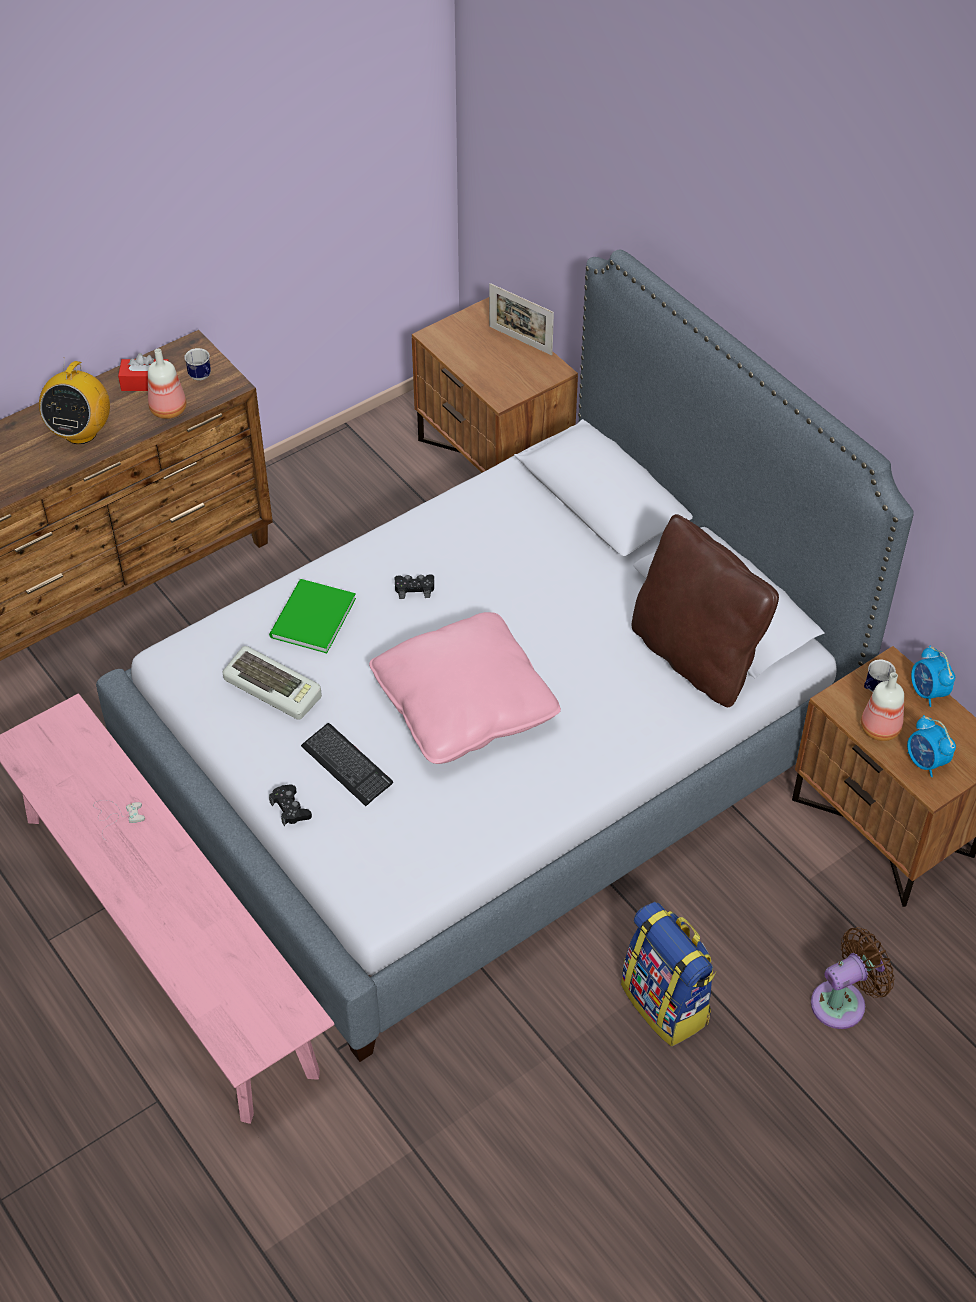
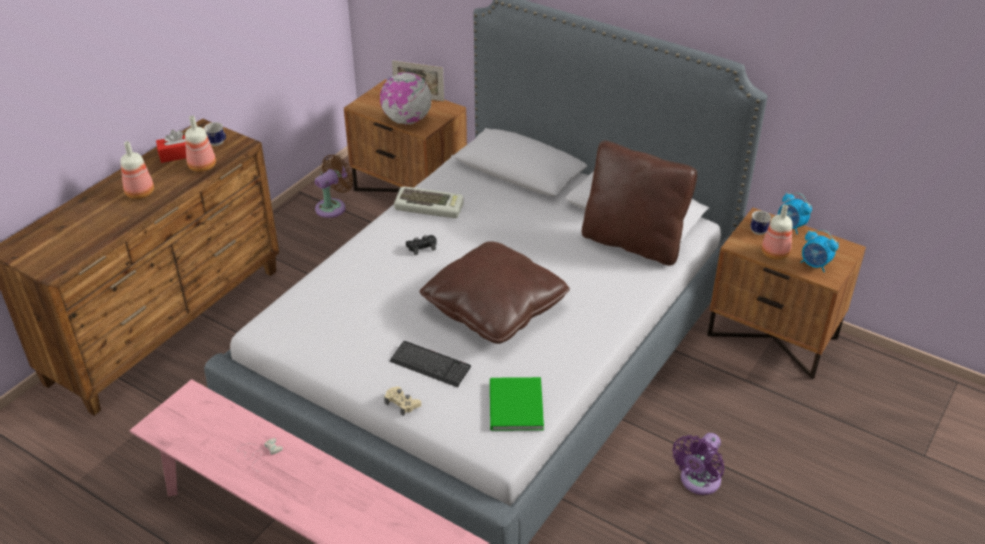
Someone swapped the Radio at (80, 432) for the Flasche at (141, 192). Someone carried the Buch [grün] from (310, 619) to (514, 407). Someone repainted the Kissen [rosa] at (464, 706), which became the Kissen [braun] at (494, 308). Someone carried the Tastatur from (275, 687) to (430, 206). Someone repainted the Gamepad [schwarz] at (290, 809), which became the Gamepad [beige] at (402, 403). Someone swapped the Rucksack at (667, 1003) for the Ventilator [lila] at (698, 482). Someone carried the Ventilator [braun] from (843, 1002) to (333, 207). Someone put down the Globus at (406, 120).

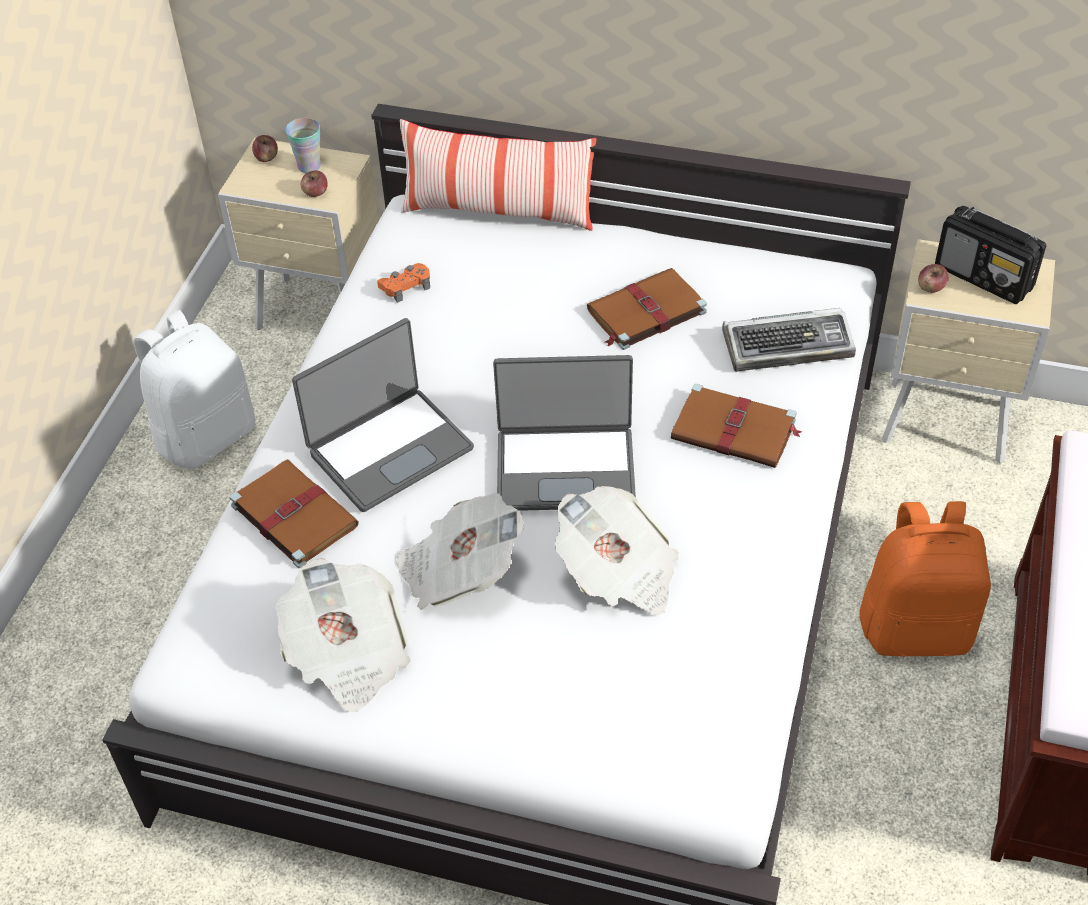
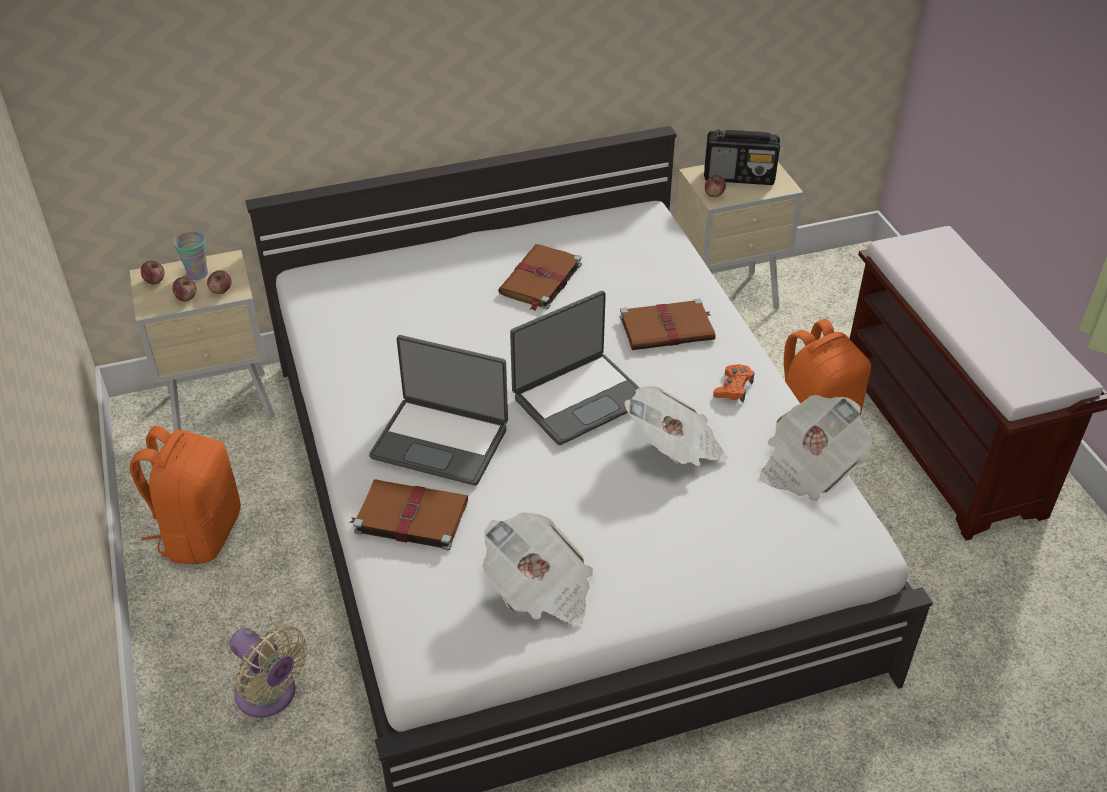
Someone took away the Kissen at (498, 212). Someone carried the Gamepad [orange] from (405, 286) to (733, 388). Someone took away the Tastatur at (789, 346). Someone repainted the Rucksack [weiß] at (206, 436), which became the Rucksack [orange] at (199, 533). Someone rotated the Laptop at (389, 449) by 90 degrees clockwise. Someone carried the Zeitung from (459, 571) to (808, 467). Someone put down the Apfel at (186, 297). Someone put down the Ventilator [beige] at (270, 695).

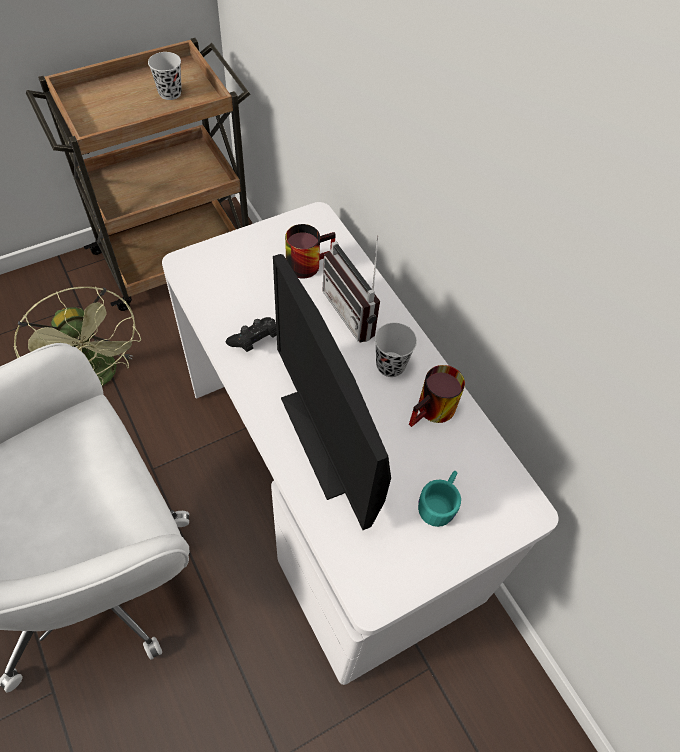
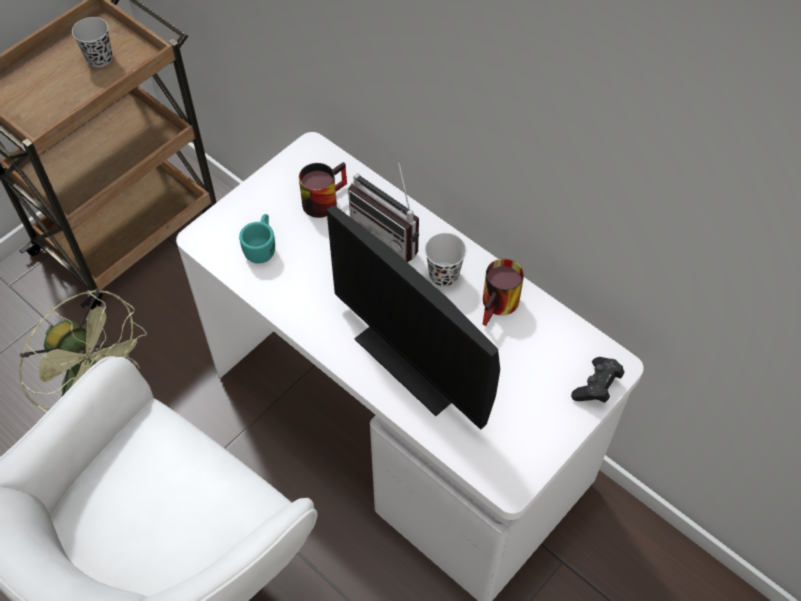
Someone carried the Gamepad [schwarz] from (254, 341) to (596, 386). Someone carried the Henkelbecher [türkis] from (439, 502) to (262, 245).

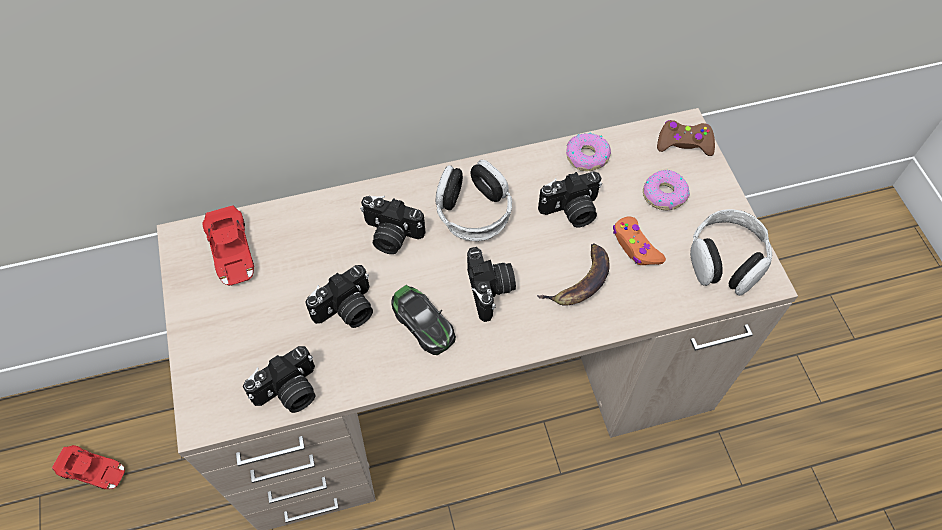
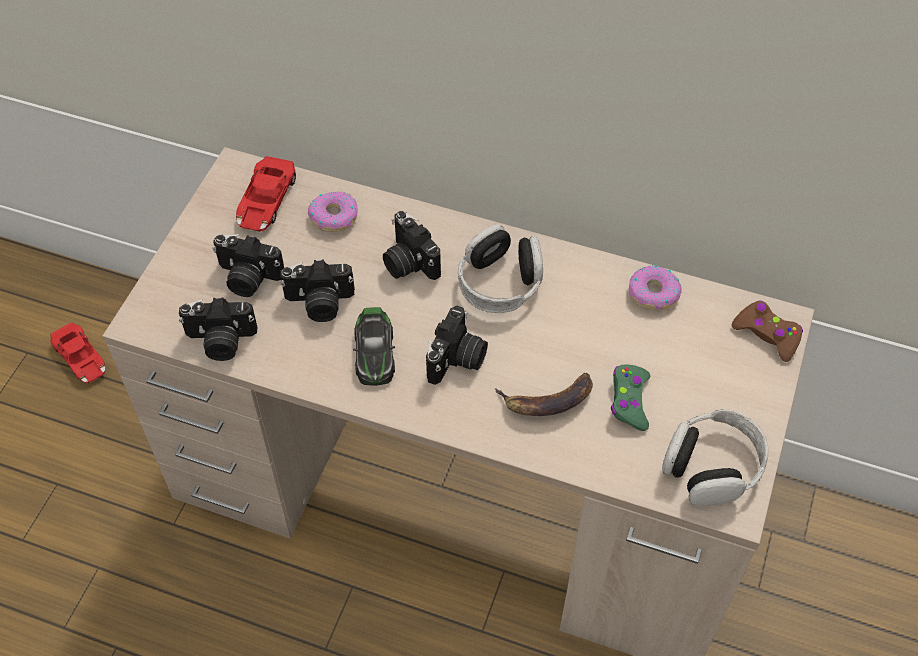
Someone carried the Donut from (664, 194) to (334, 216). Someone carried the Kamera from (571, 211) to (247, 278). Someone repainted the Gamepad [orange] at (635, 246), which became the Gamepad [grün] at (629, 401).

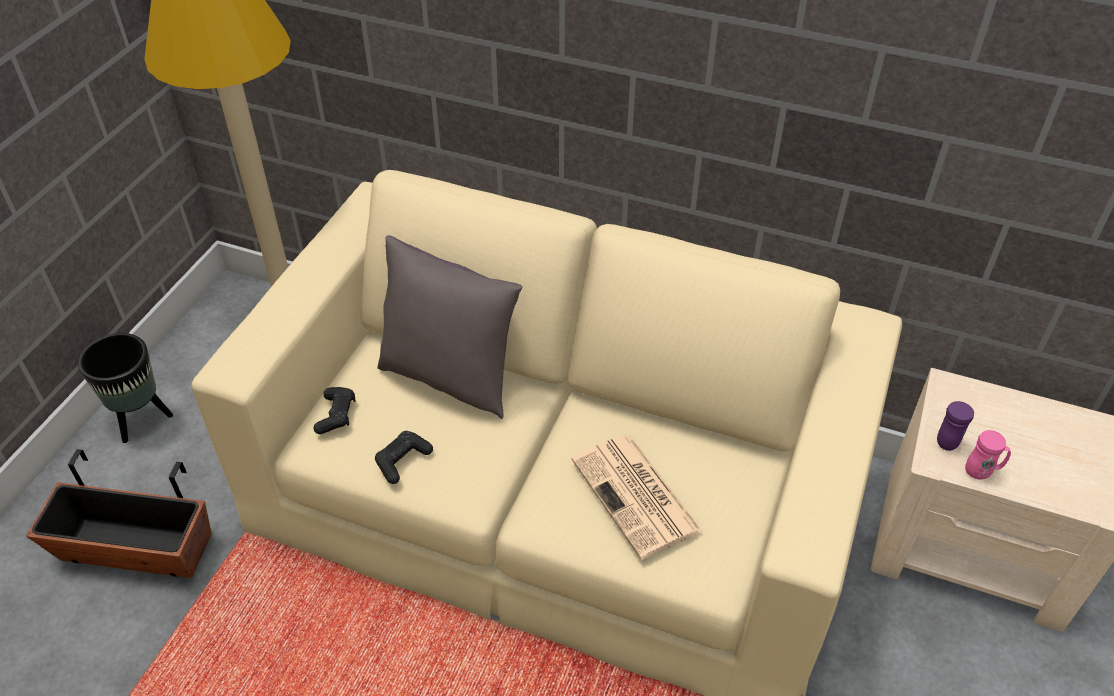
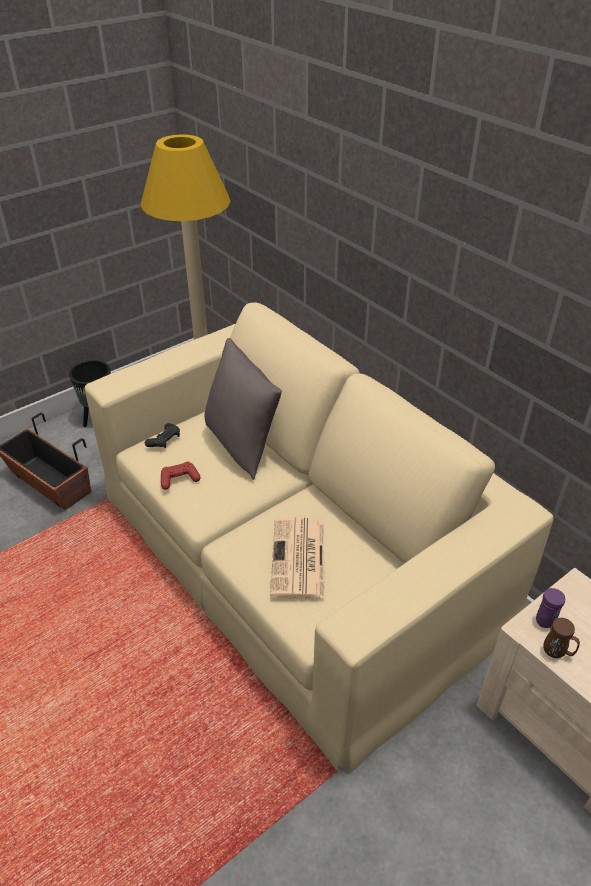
Someone repainted the Henkelbecher [rosa] at (982, 472), which became the Henkelbecher [braun] at (557, 653). Someone repainted the Gamepad [schwarz] at (402, 461), which became the Gamepad [rot] at (179, 479).

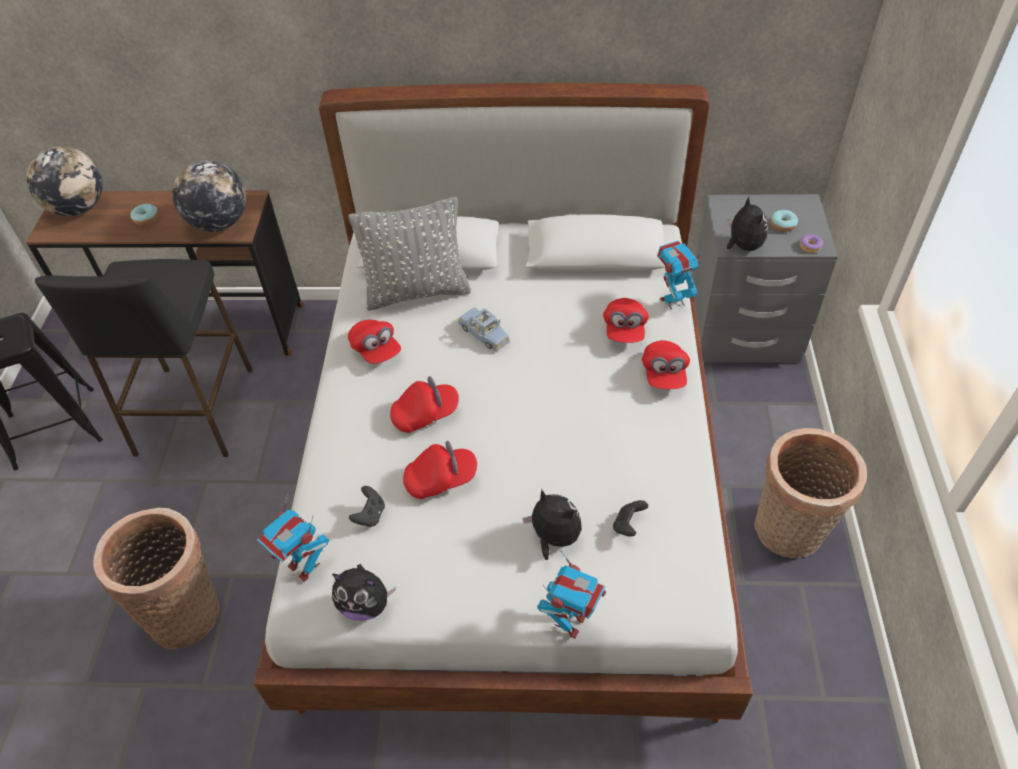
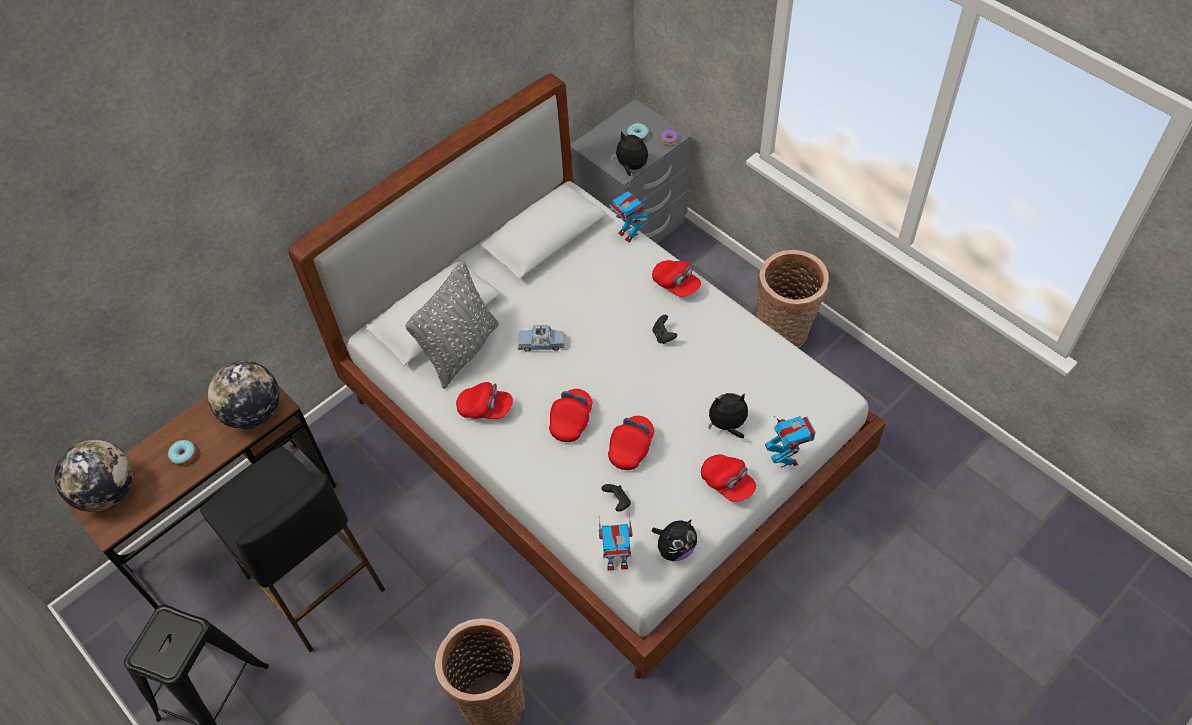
Someone rotated the Spielzeugroboter at (673, 301) by 60 degrees counterclockwise. Someone carried the Kappe [rot] from (624, 330) to (727, 483). Someone carried the Gamepad [schwarz] from (628, 525) to (663, 336).

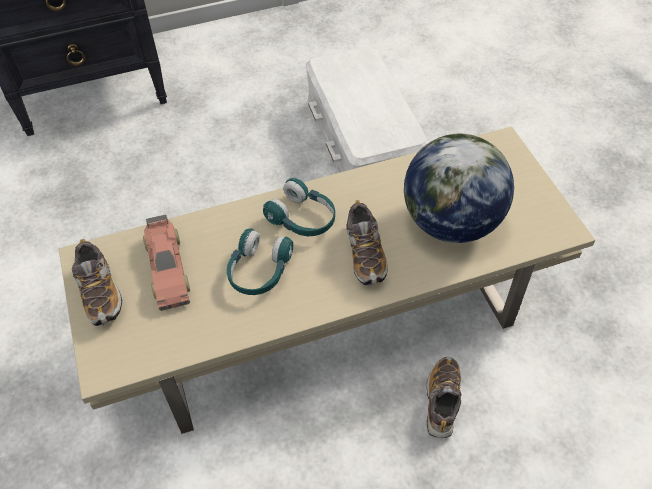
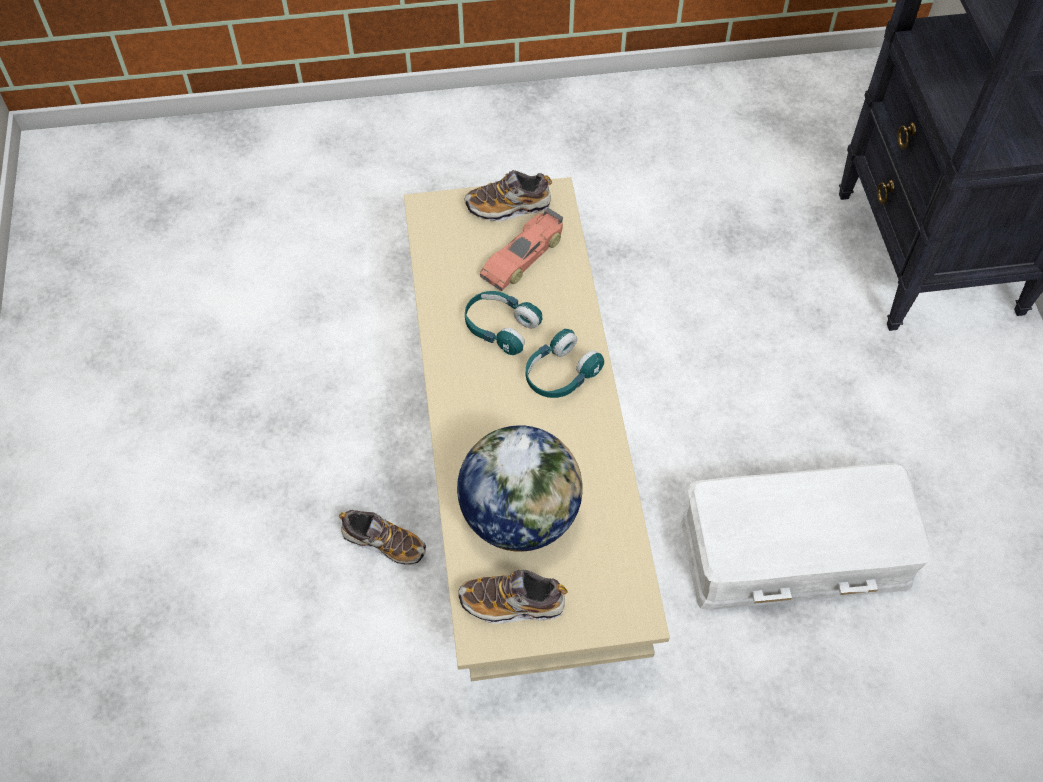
Someone carried the Schuh from (365, 254) to (512, 603). Someone rotated the Spielzeugauto at (167, 268) by 45 degrees counterclockwise.

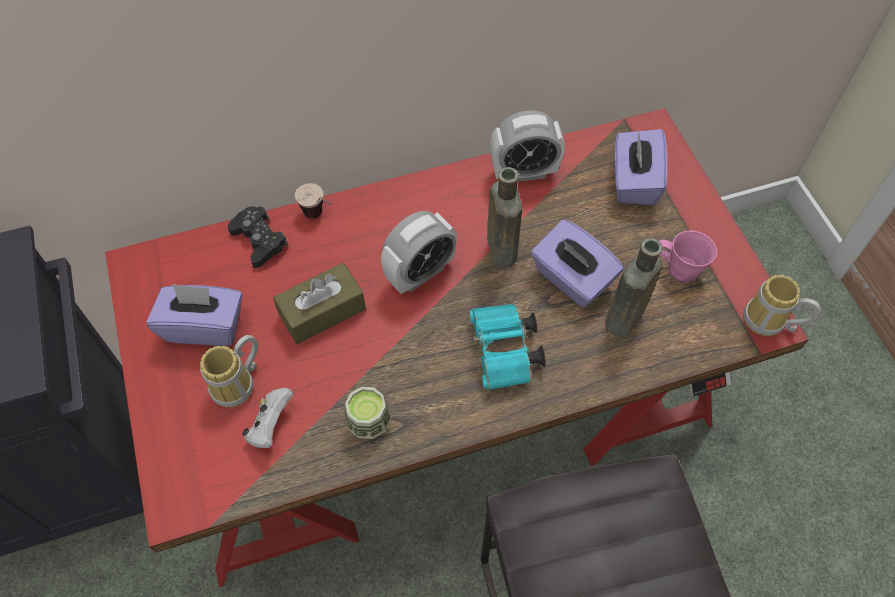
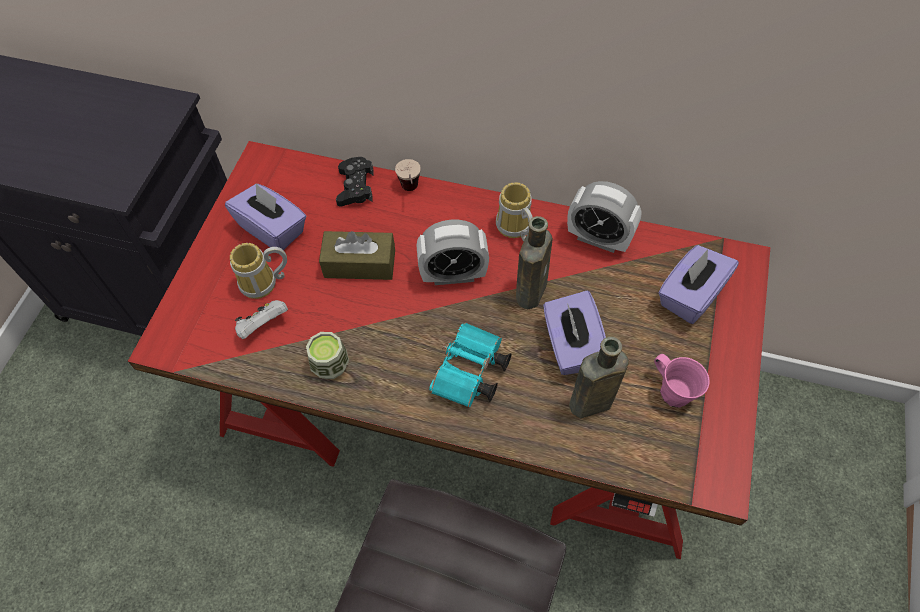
Someone carried the Henkelbecher from (768, 324) to (514, 230).

